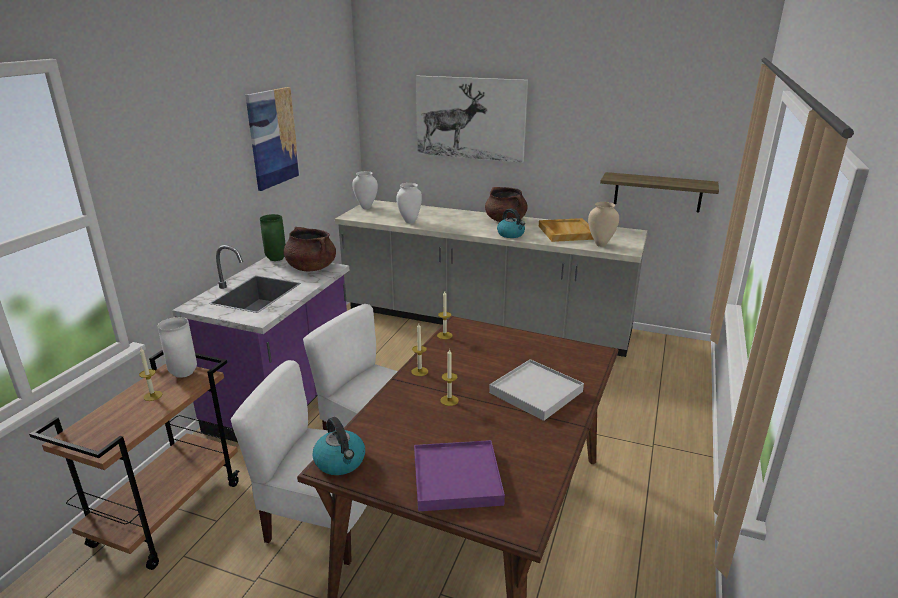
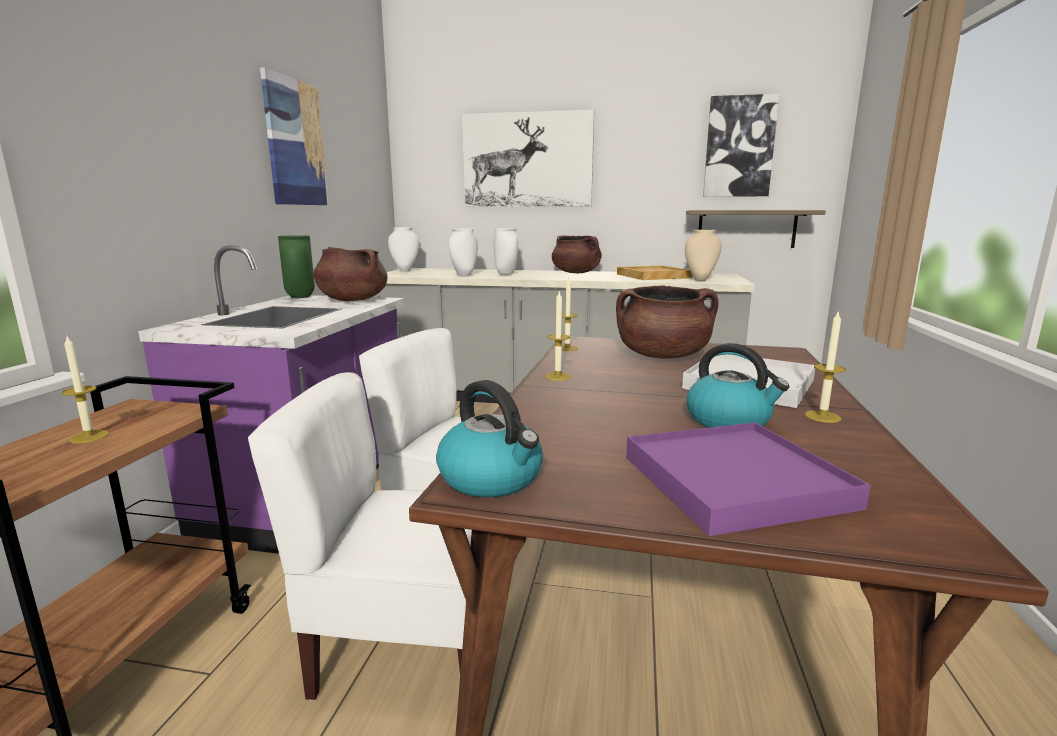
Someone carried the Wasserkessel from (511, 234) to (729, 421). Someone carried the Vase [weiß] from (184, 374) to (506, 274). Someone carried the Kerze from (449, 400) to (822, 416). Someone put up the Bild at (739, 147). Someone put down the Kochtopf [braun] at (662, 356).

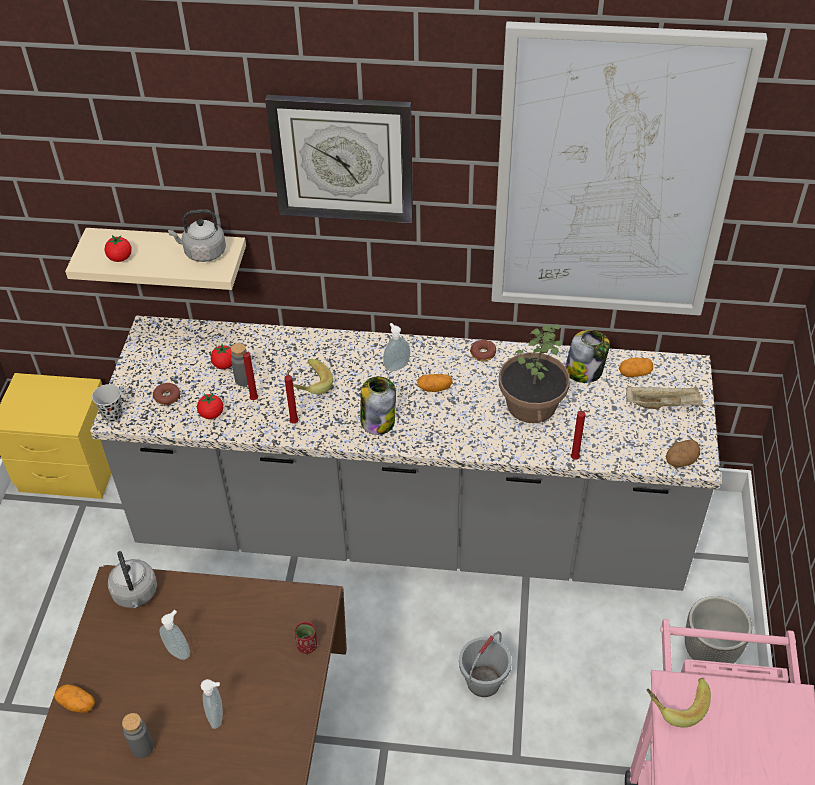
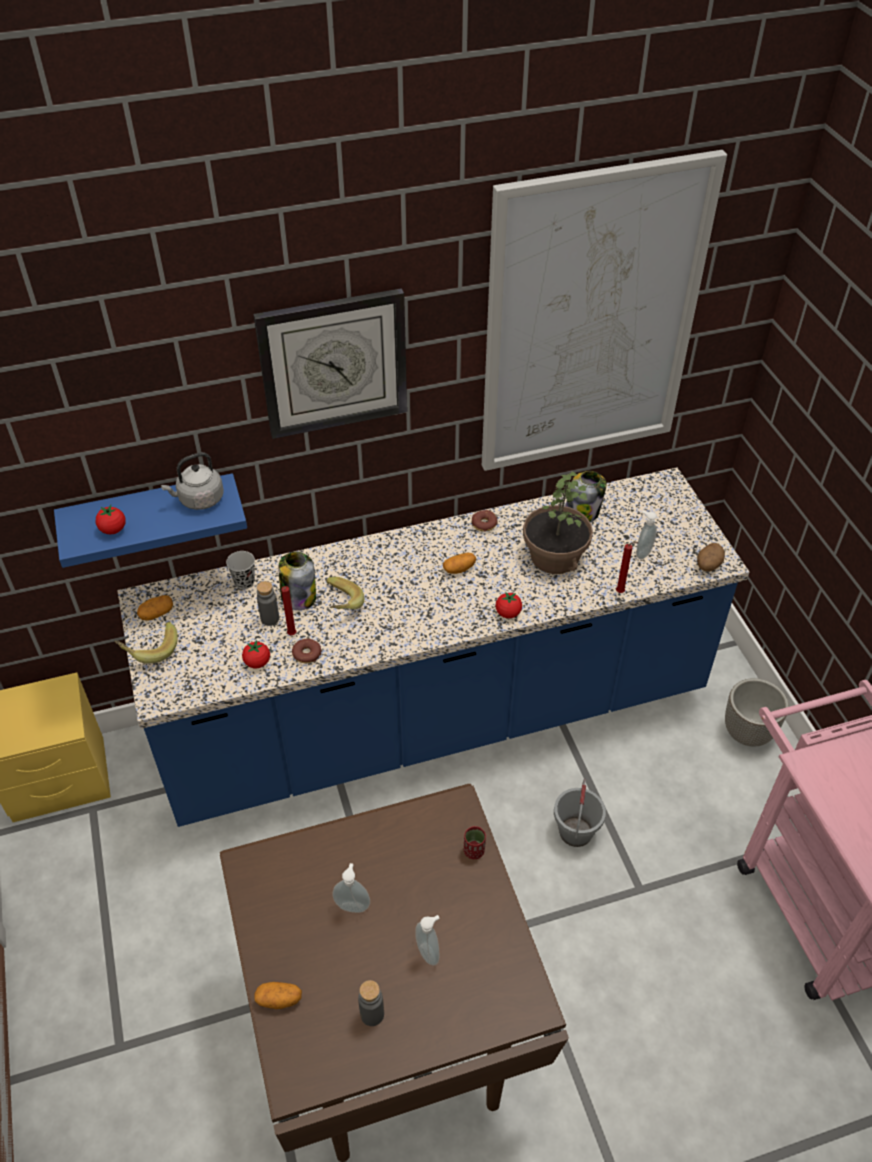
Someone repainted the Wandregal [beige] at (170, 255), which became the Wandregal [blau] at (151, 514). Someone repainted the Küchenzeile [grau] at (410, 528), which became the Küchenzeile [blau] at (436, 716). Someone carried the Seifenspender from (396, 366) to (642, 552). Someone carried the Tomate from (224, 365) to (508, 613). Someone carried the Kartoffel from (634, 373) to (156, 614). Someone took away the Kerze [rot] at (295, 421). Someone carried the Vorratsglas from (377, 421) to (298, 597). Someone carried the Donut from (167, 397) to (306, 654). Someone carried the Tasse [schwarz] from (112, 415) to (244, 582). Someone took away the Tablett [beige] at (663, 404). Someone took away the Wasserkessel [grau] at (136, 594). Someone carried the Banane from (675, 703) to (150, 649).

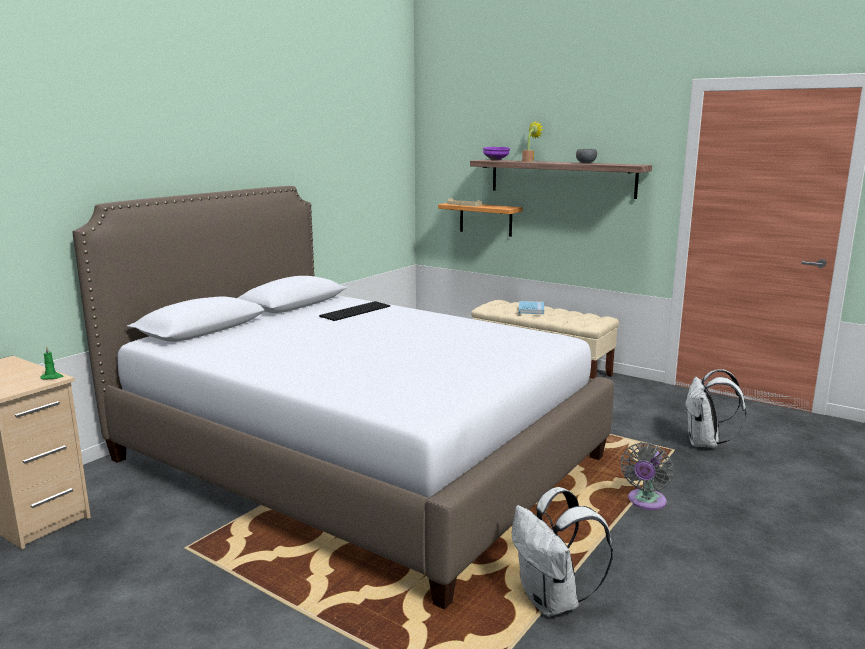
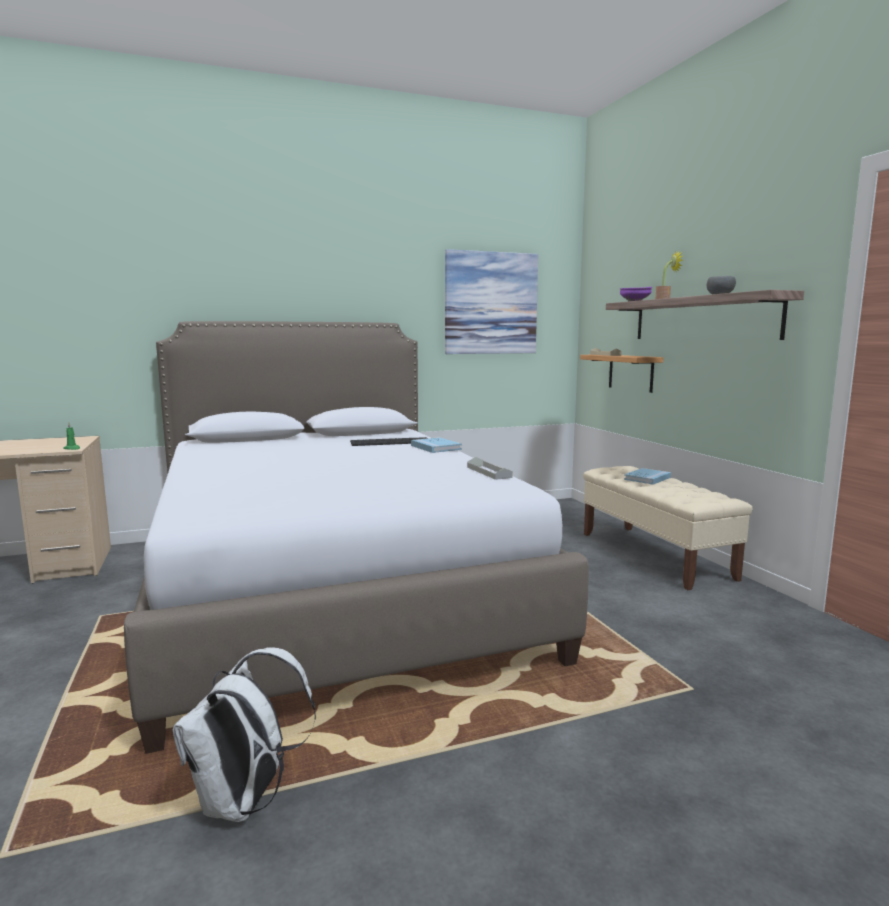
Someone took away the Rucksack [weiß] at (705, 443). Someone took away the Ventilator [grau] at (645, 502). Someone put up the Bild at (491, 303). Someone put down the Buch [blau] at (435, 447). Someone put down the Tablett [grau] at (489, 472).

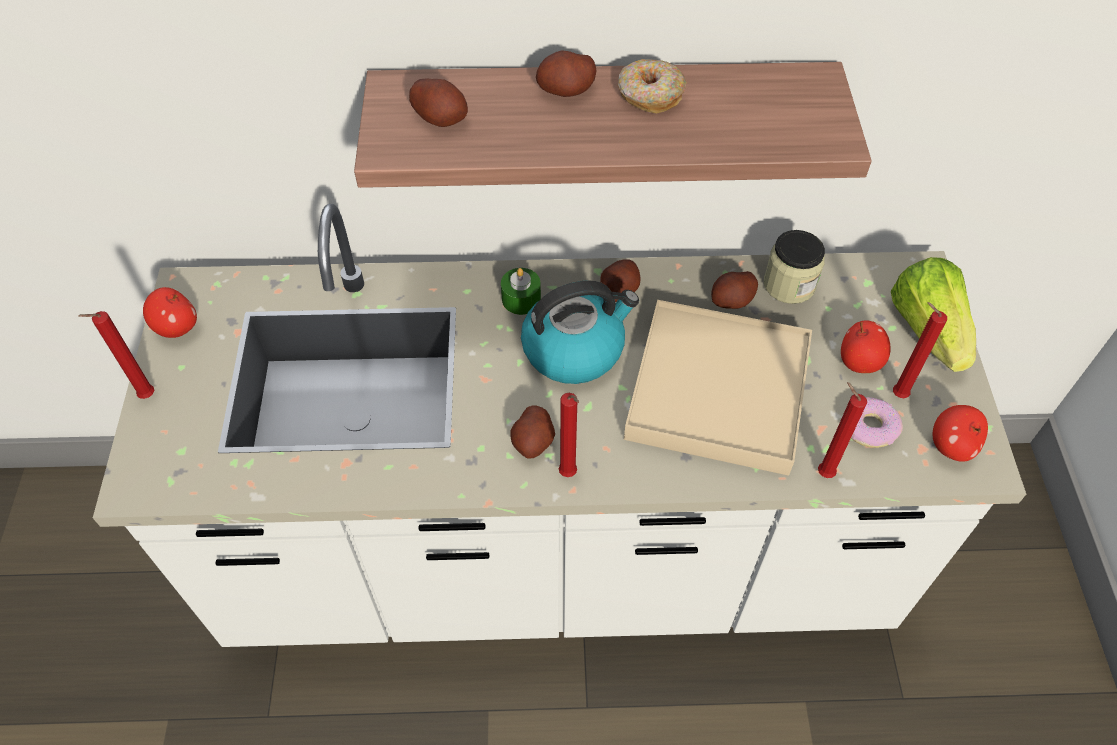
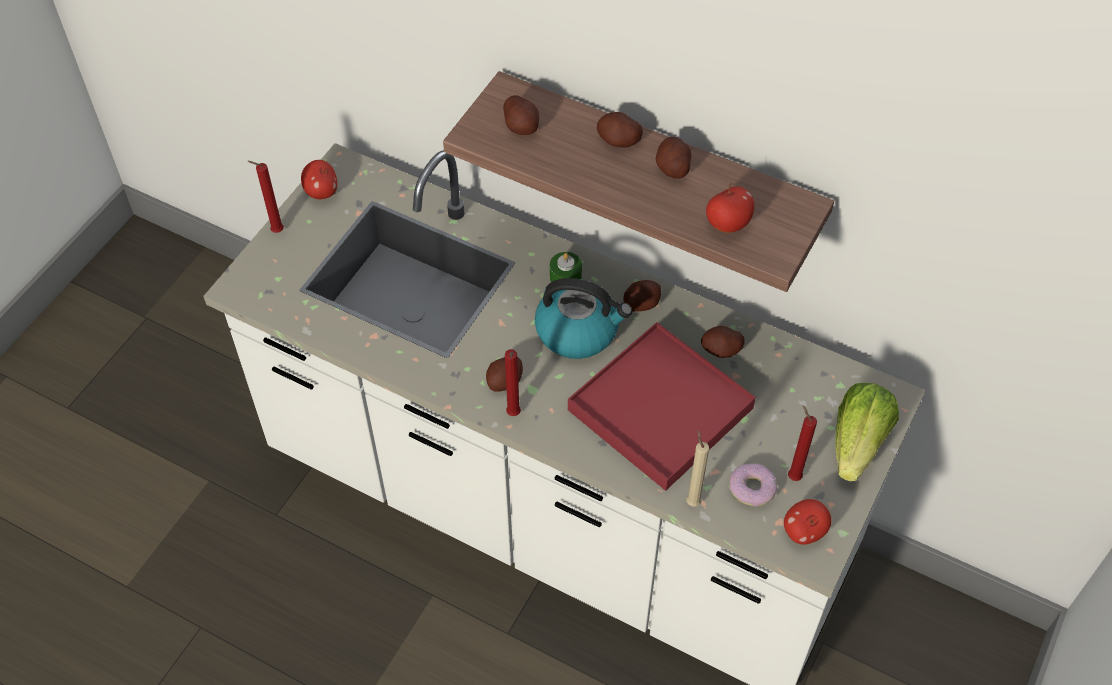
Someone swapped the Donut at (649, 95) for the Kartoffel at (672, 168). Someone took away the Vorratsglas at (789, 284). Someone repainted the Tablett [beige] at (718, 391), which became the Tablett [rot] at (660, 409). Someone carried the Apfel from (859, 361) to (728, 223). Someone repainted the Kerze [rot] at (822, 472), which became the Kerze [beige] at (692, 500).

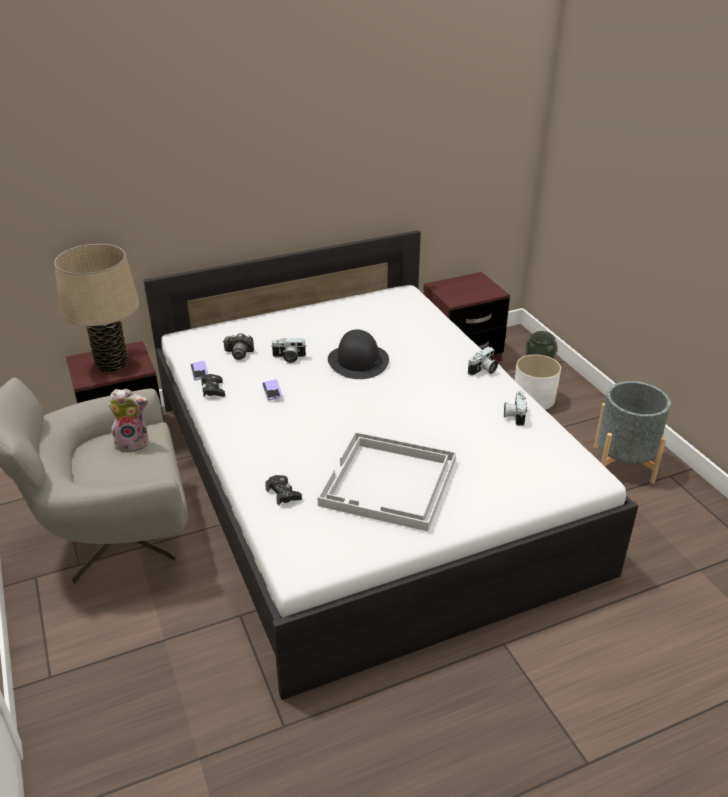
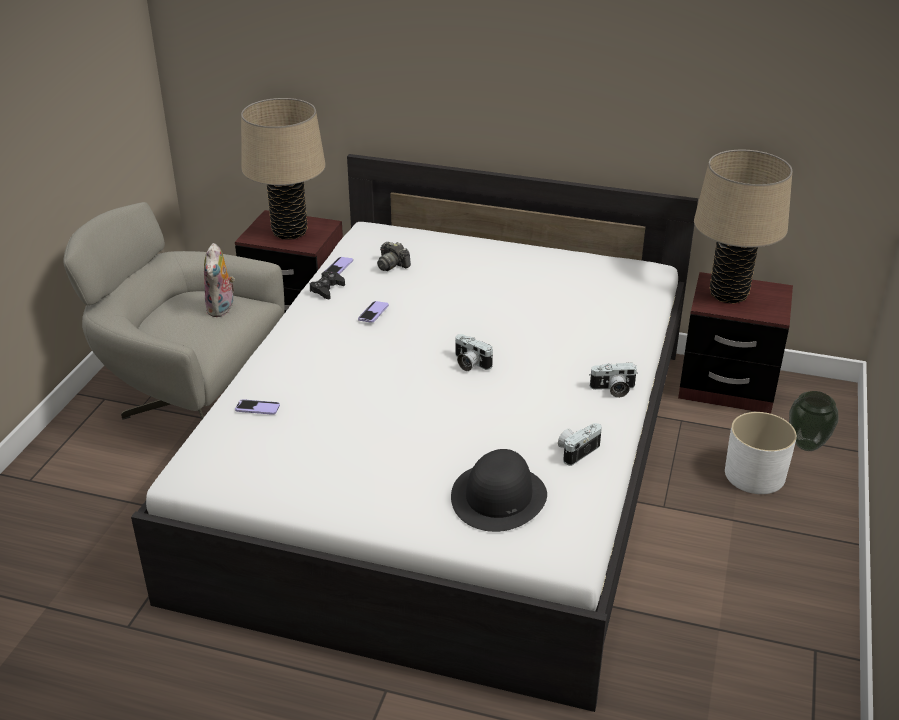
Someone carried the Hut [schwarz] from (358, 361) to (499, 497). Someone carried the Kamera from (288, 357) to (469, 363). Someone took away the Pflanzkübel [grau] at (623, 463). Someone rotated the Plüschtier at (133, 443) by 60 degrees clockwise. Someone took away the Tablett [weiß] at (389, 483). Someone swapped the Gamepad [schwarz] at (283, 494) for the Handy at (257, 408). Someone put down the Tischlampe [beige] at (728, 294).

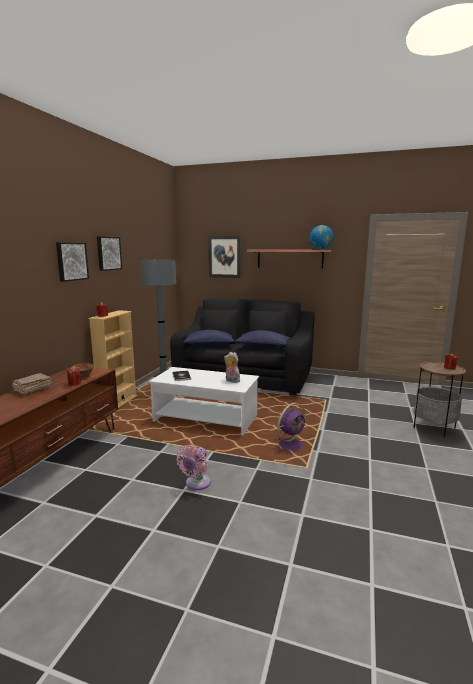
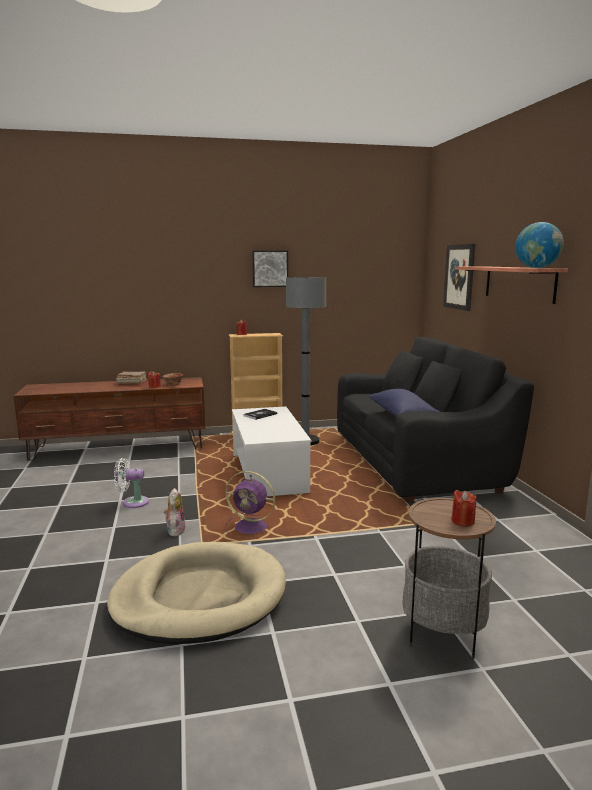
Someone took away the Bild at (71, 261). Someone took away the Kissen [blau] at (209, 346). Someone carried the Plüschtier from (231, 381) to (175, 530). Someone repainted the Ventilator [rosa] at (196, 484), which became the Ventilator [weiß] at (132, 502). Someone put down the Hundebett [beige] at (199, 597).

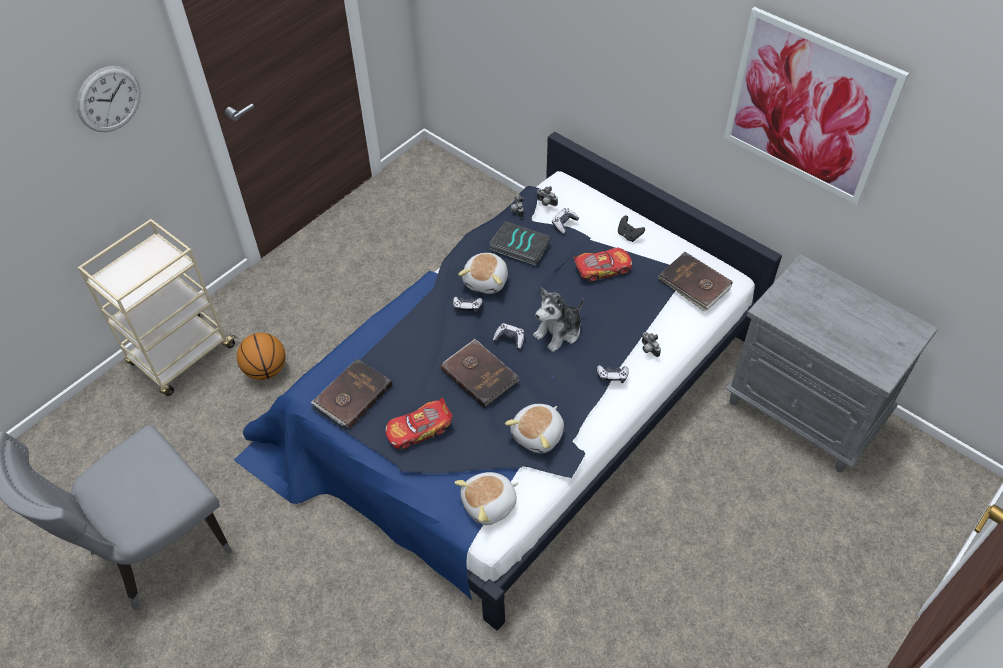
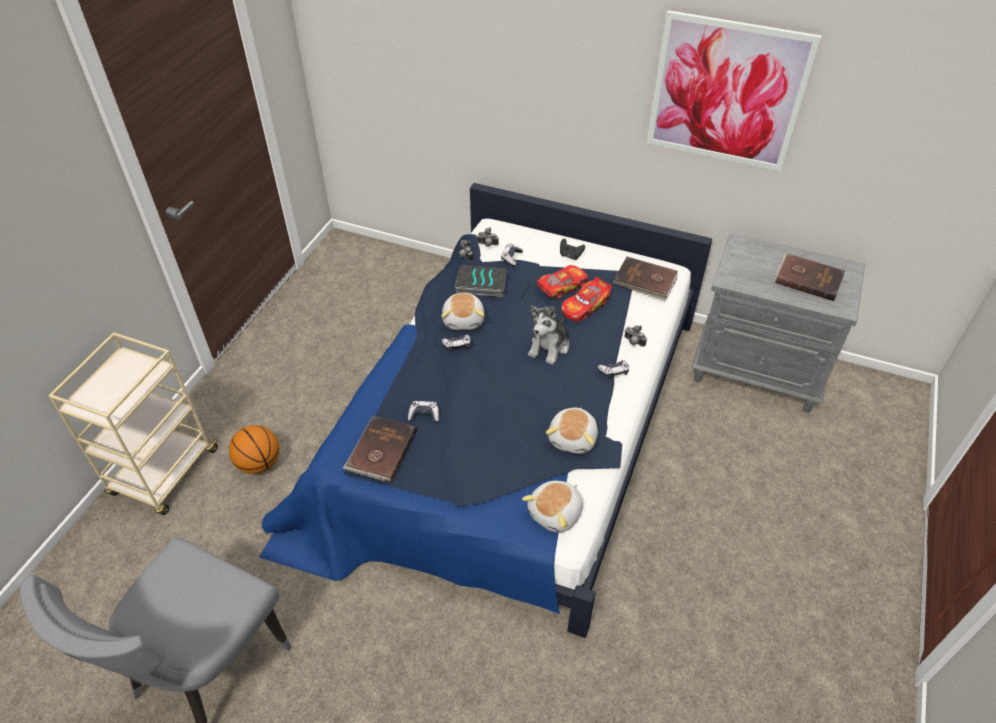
Someone took away the Wanduhr at (109, 99). Someone carried the Gamepad from (509, 339) to (424, 415). Someone carried the Buch [braun] from (480, 374) to (808, 278). Someone carried the Spielzeugauto from (419, 430) to (585, 306).

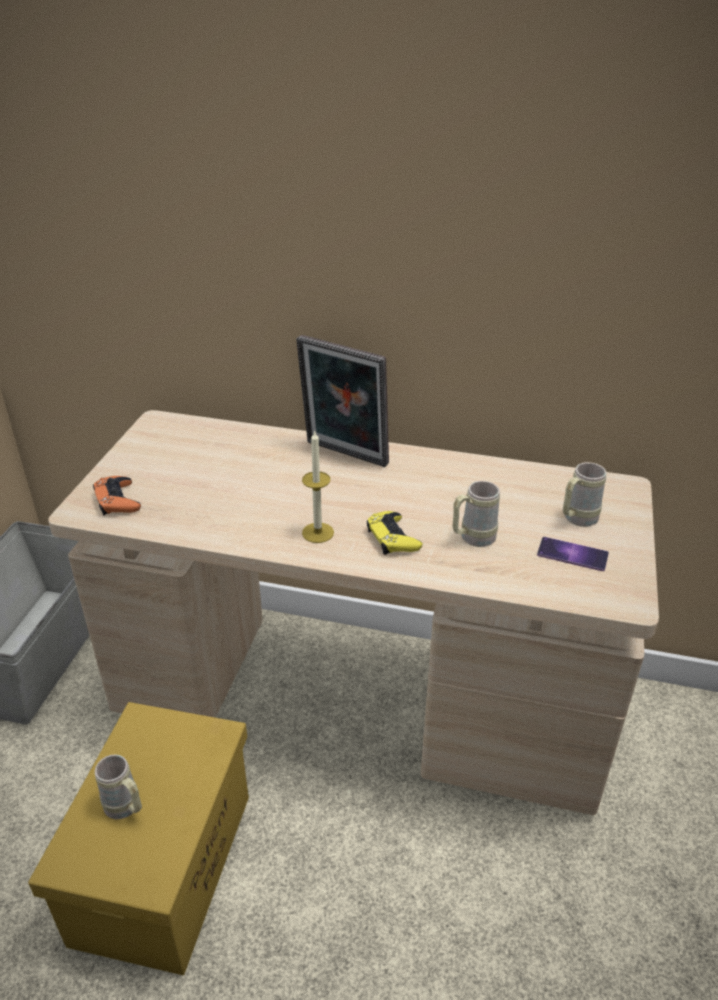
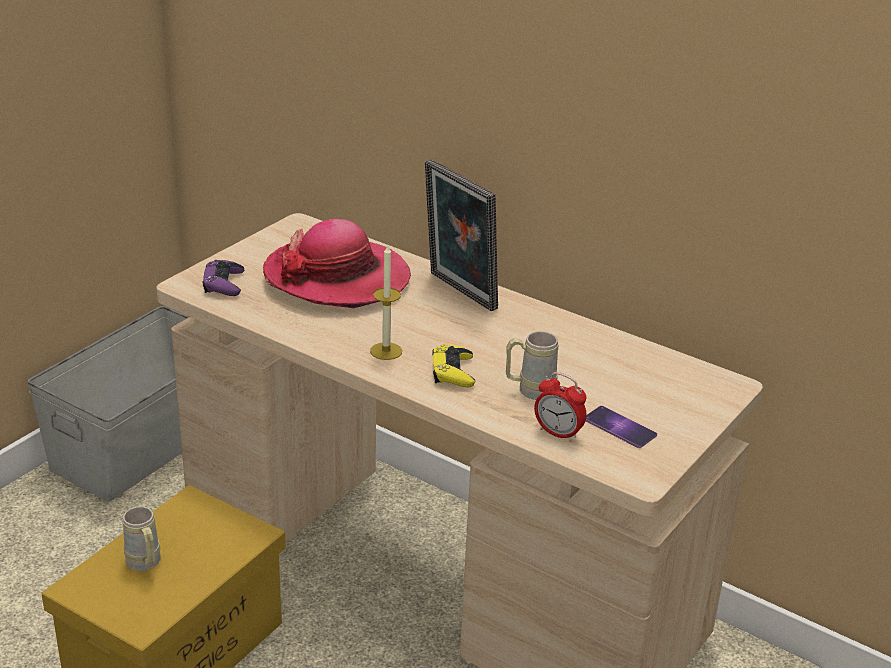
Someone took away the Henkelbecher [beige] at (576, 520). Someone repainted the Gamepad [orange] at (117, 500), which became the Gamepad [lila] at (223, 284). Someone put down the Hut at (337, 278). Someone put down the Wecker at (558, 433).

